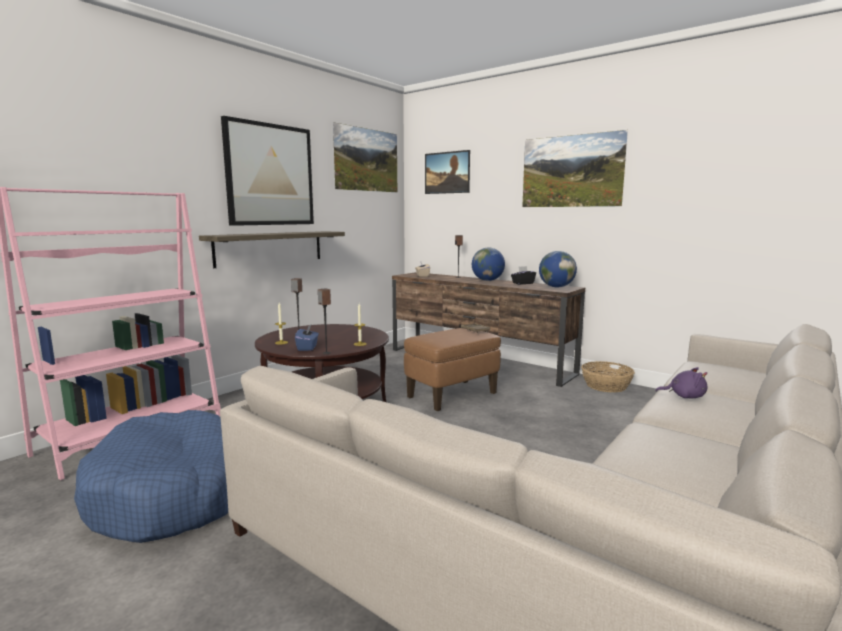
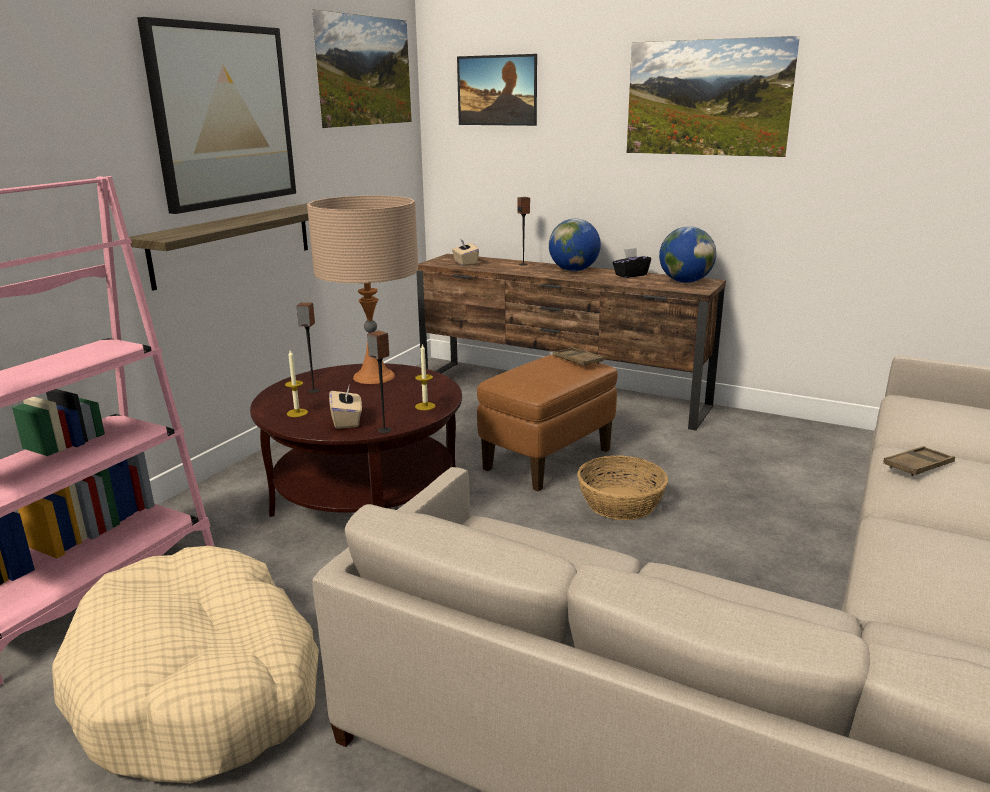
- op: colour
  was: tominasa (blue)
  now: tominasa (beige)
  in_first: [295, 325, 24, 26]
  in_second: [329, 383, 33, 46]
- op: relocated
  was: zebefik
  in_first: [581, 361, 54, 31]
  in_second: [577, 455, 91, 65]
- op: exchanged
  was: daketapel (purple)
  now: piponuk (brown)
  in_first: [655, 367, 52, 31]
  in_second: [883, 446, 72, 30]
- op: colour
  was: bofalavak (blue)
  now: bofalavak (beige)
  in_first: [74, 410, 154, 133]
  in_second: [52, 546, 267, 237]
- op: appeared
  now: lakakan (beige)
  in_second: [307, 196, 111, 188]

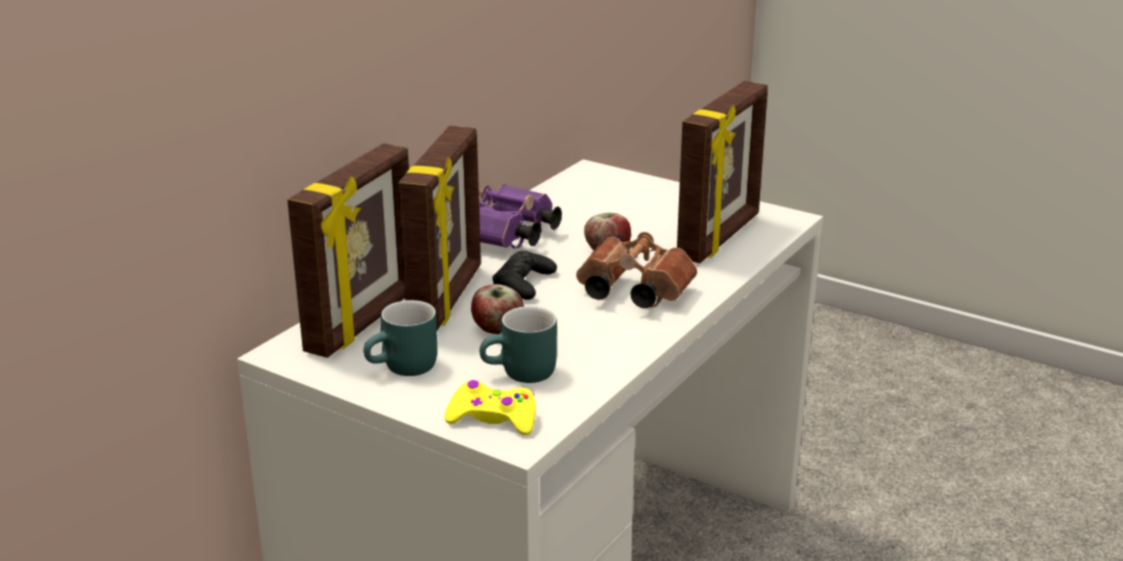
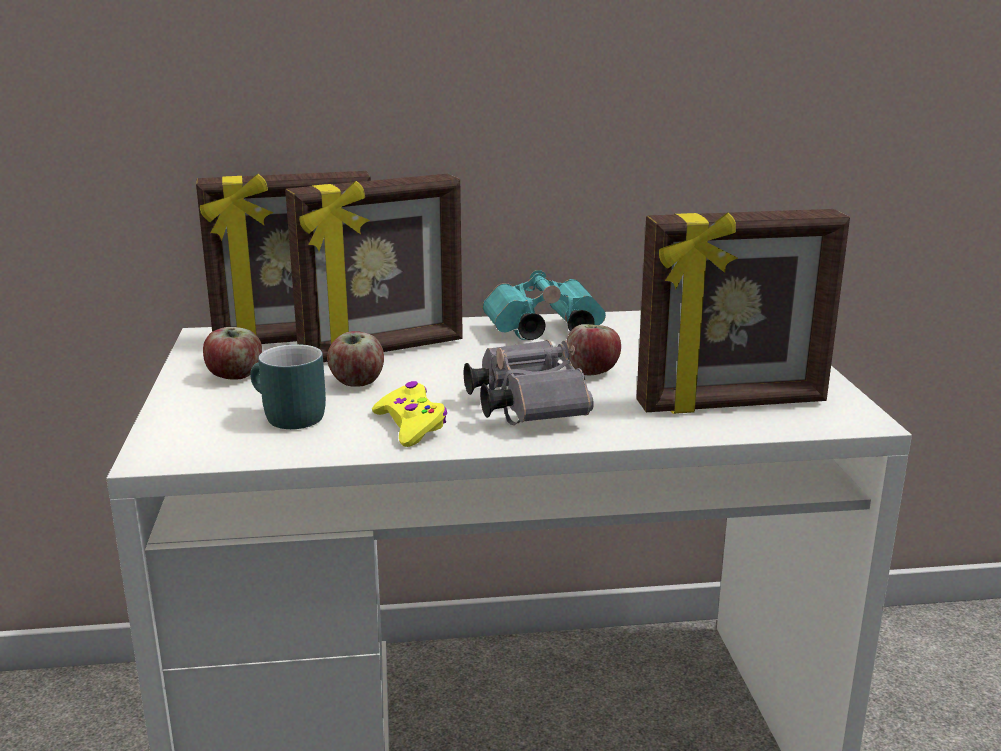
- op: colour
  was: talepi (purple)
  now: talepi (turquoise)
  in_first: [479, 184, 83, 65]
  in_second: [483, 270, 123, 70]
- op: colour
  was: talepi (brown)
  now: talepi (grey)
  in_first: [576, 232, 121, 76]
  in_second: [464, 340, 130, 85]
- op: missing
  was: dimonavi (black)
  in_first: [492, 251, 65, 49]
- op: exchanged
  was: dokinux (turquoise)
  now: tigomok
  in_first: [364, 300, 73, 76]
  in_second: [203, 327, 59, 52]
- op: relocated
  was: dimonavi (yellow)
  in_first: [445, 380, 91, 55]
  in_second: [372, 381, 75, 66]

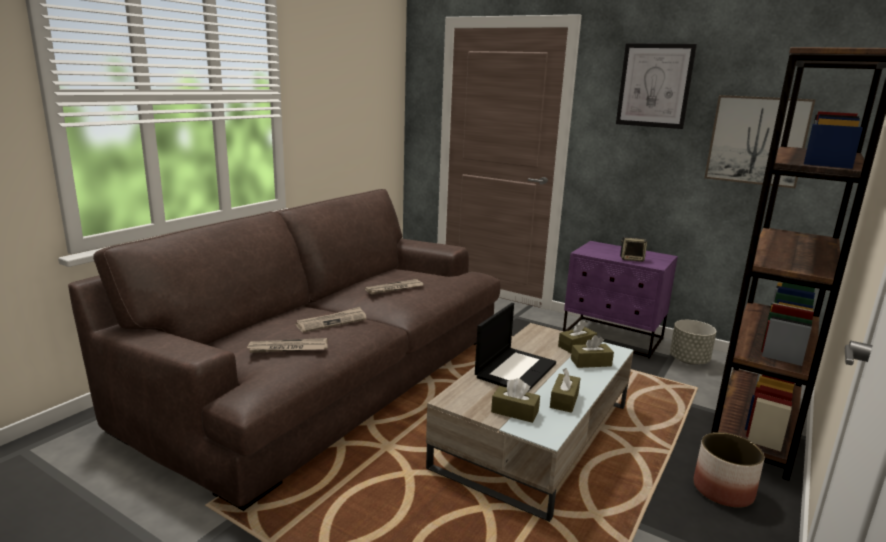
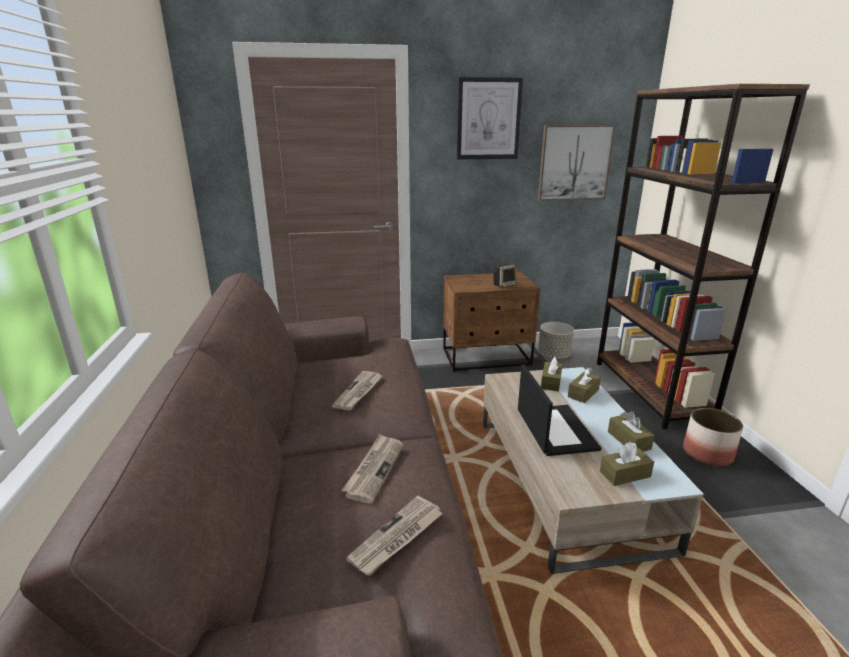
- op: colour
  was: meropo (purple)
  now: meropo (brown)
  in_first: [563, 241, 115, 118]
  in_second: [443, 272, 98, 100]

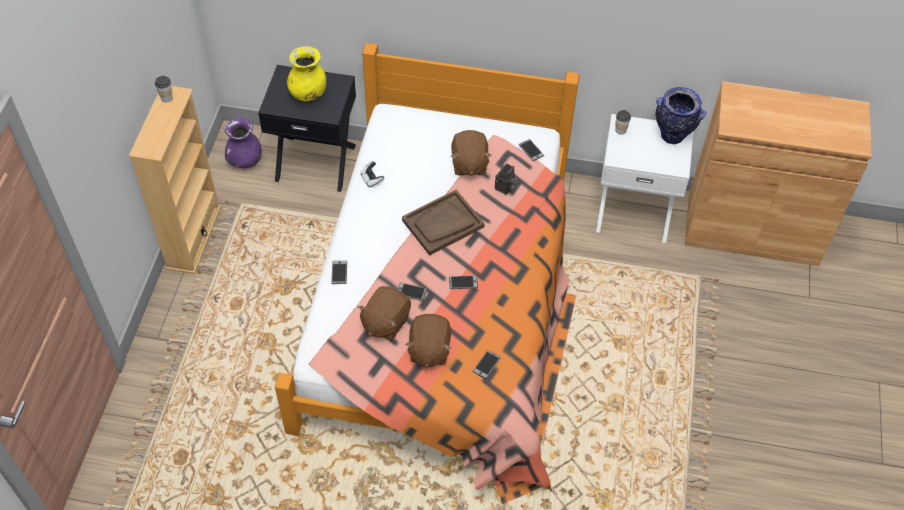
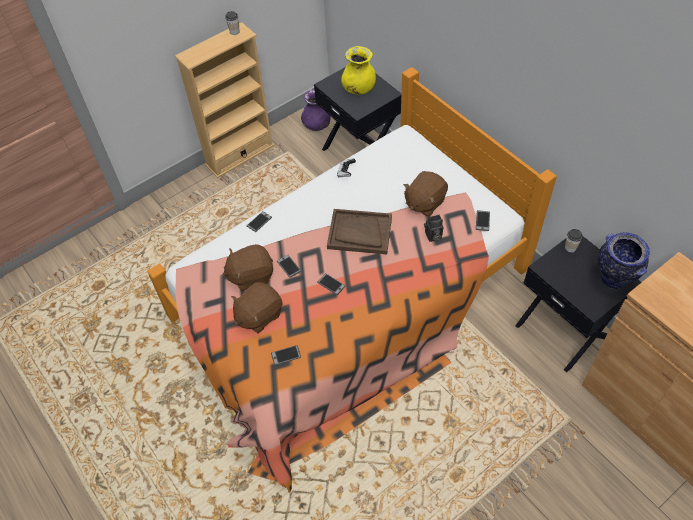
- op: colour
  was: meropo (white)
  now: meropo (black)
  in_first: [596, 114, 97, 129]
  in_second: [515, 236, 126, 137]

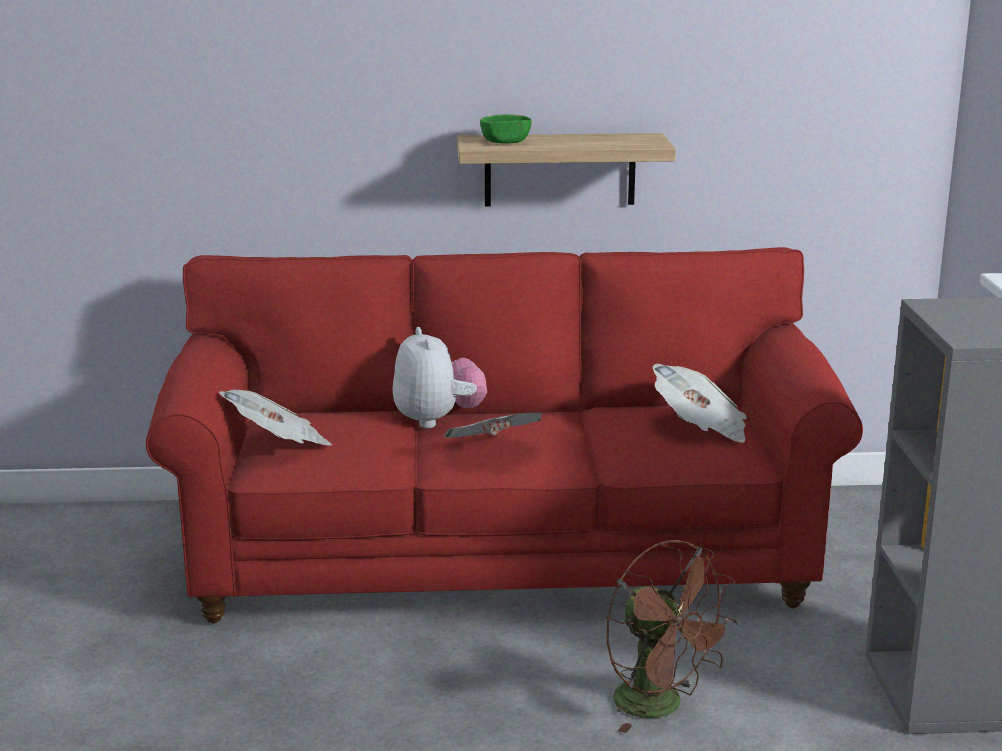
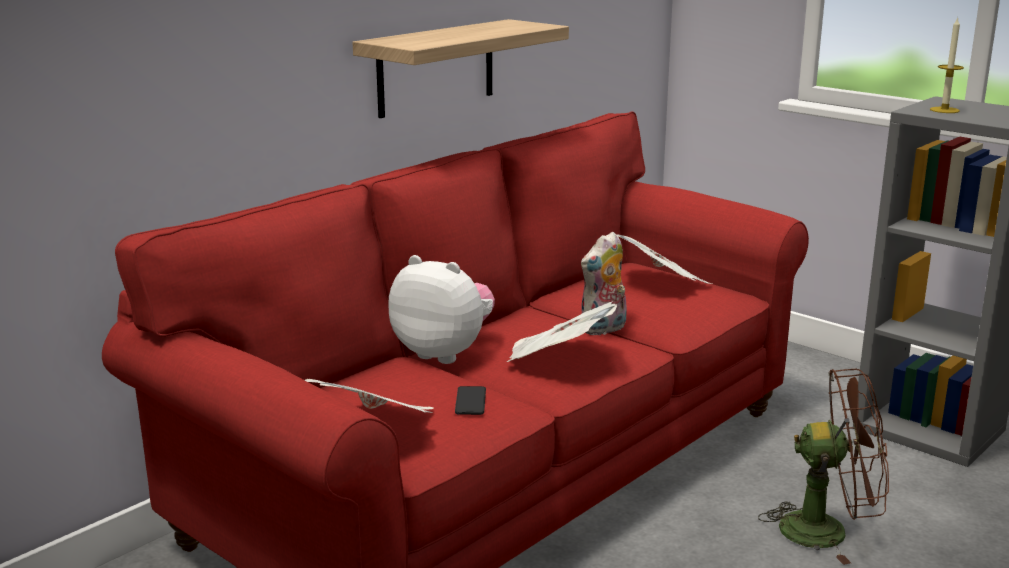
- op: missing
  was: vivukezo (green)
  in_first: [480, 114, 52, 29]
- op: appeared
  now: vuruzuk
  in_second: [930, 17, 34, 96]
- op: appeared
  now: daketapel
  in_second: [581, 232, 46, 104]
- op: appeared
  now: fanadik
  in_second: [455, 386, 31, 29]

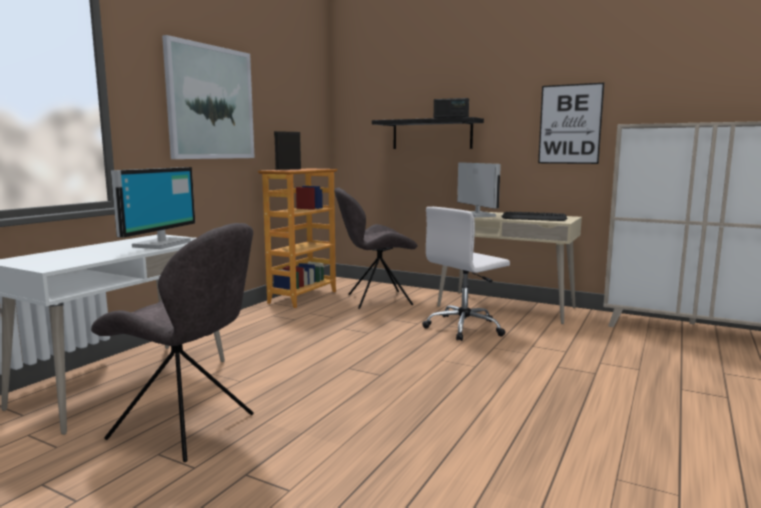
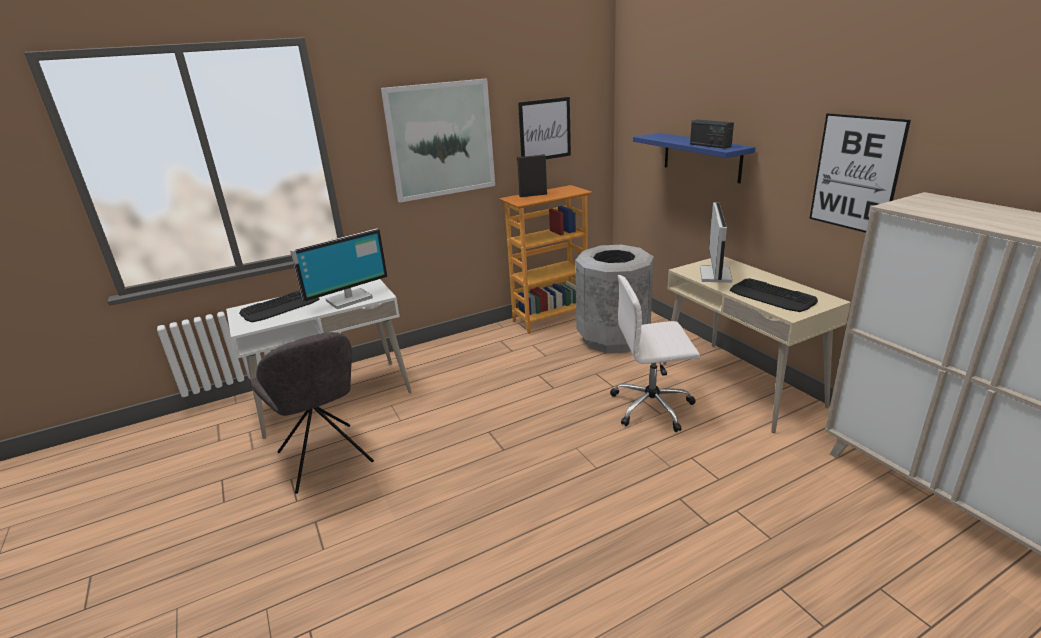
- op: colour
  was: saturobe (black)
  now: saturobe (blue)
  in_first: [372, 117, 112, 32]
  in_second: [633, 133, 123, 50]
- op: exchanged
  was: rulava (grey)
  now: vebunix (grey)
  in_first: [334, 188, 83, 121]
  in_second: [575, 245, 79, 108]
- op: appeared
  now: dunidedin
  in_second: [518, 97, 53, 62]
- op: appeared
  now: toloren
  in_second: [239, 290, 81, 32]

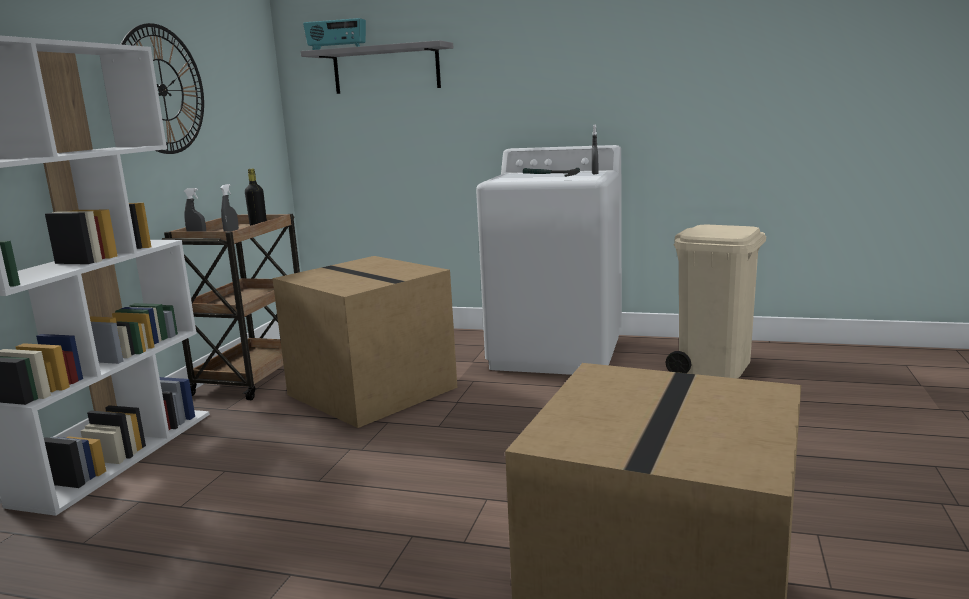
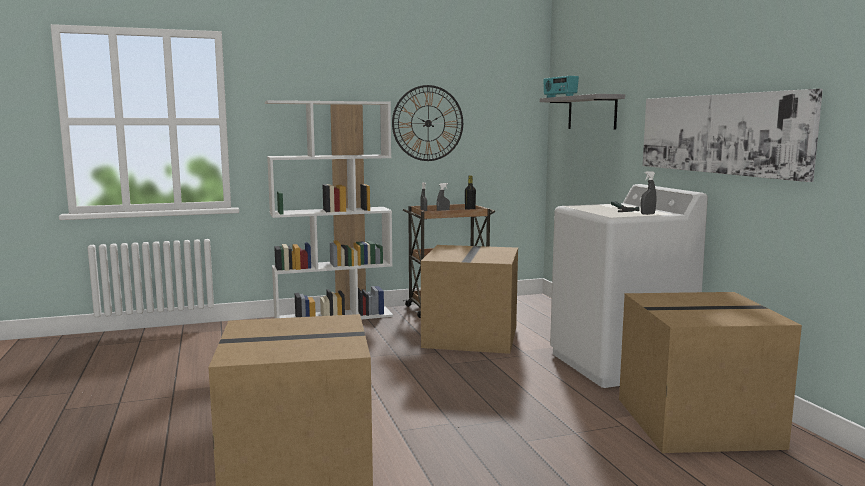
- op: exchanged
  was: vebunix (beige)
  now: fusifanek
  in_first: [665, 225, 101, 153]
  in_second: [619, 292, 183, 161]
- op: appeared
  now: dunidedin
  in_second: [643, 89, 180, 93]

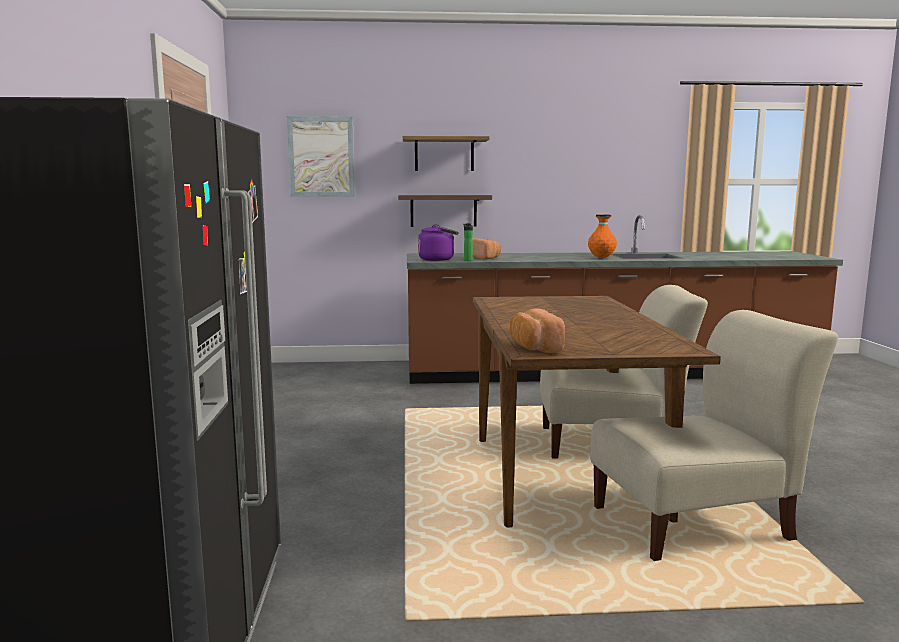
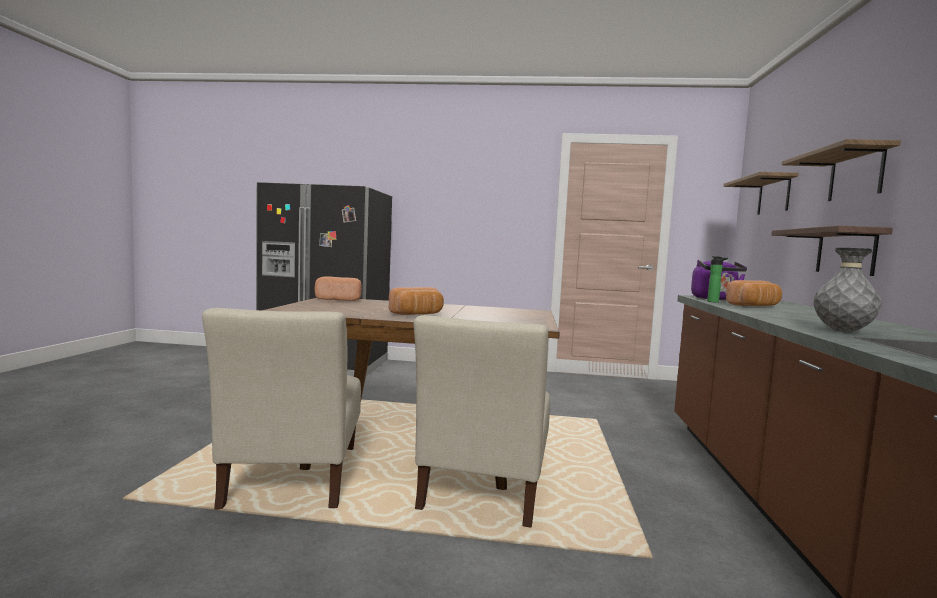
- op: exchanged
  was: dunidedin
  now: saturobe
  in_first: [287, 116, 68, 81]
  in_second: [723, 172, 76, 43]
- op: colour
  was: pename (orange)
  now: pename (grey)
  in_first: [588, 214, 29, 44]
  in_second: [814, 248, 68, 84]
- op: appeared
  now: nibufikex
  in_second: [389, 287, 55, 28]

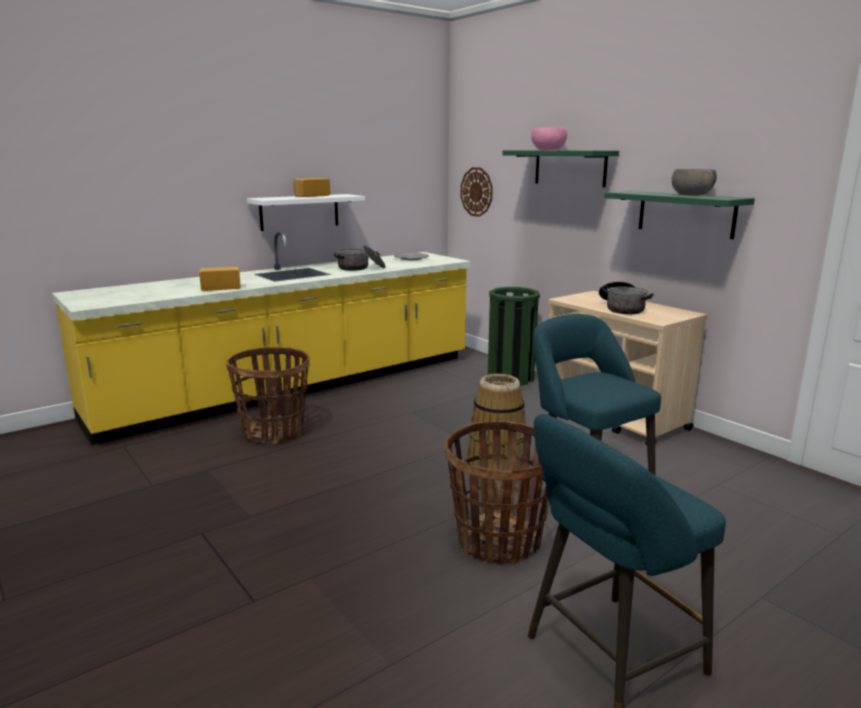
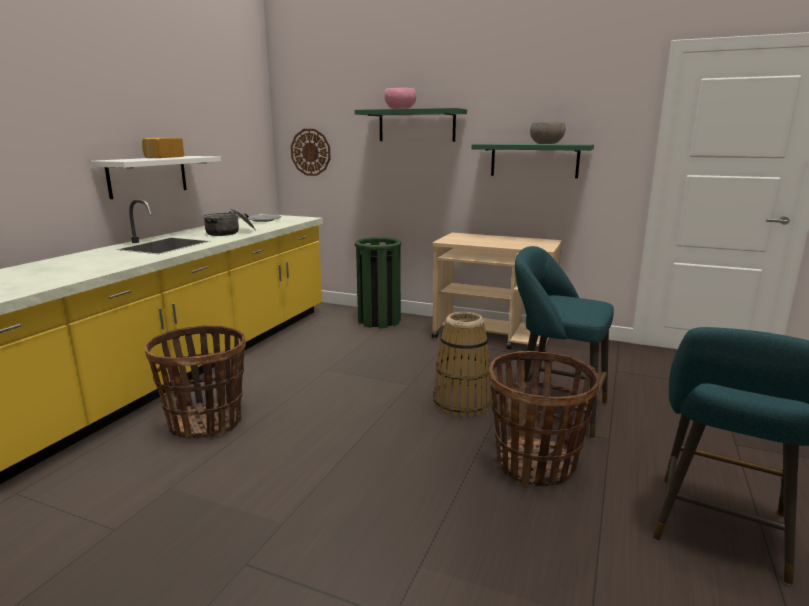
- op: missing
  was: nibufikex
  in_first: [199, 267, 42, 24]
- op: missing
  was: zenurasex
  in_first: [599, 281, 55, 33]

